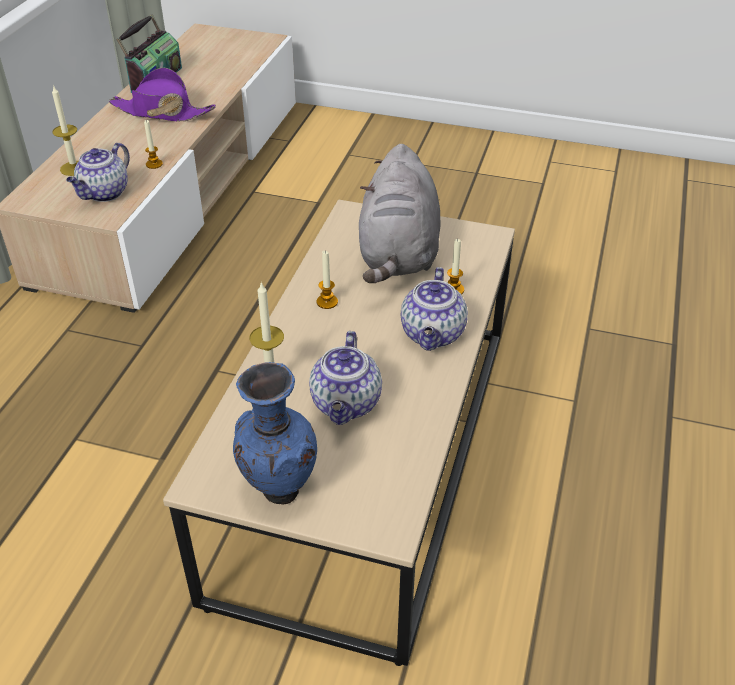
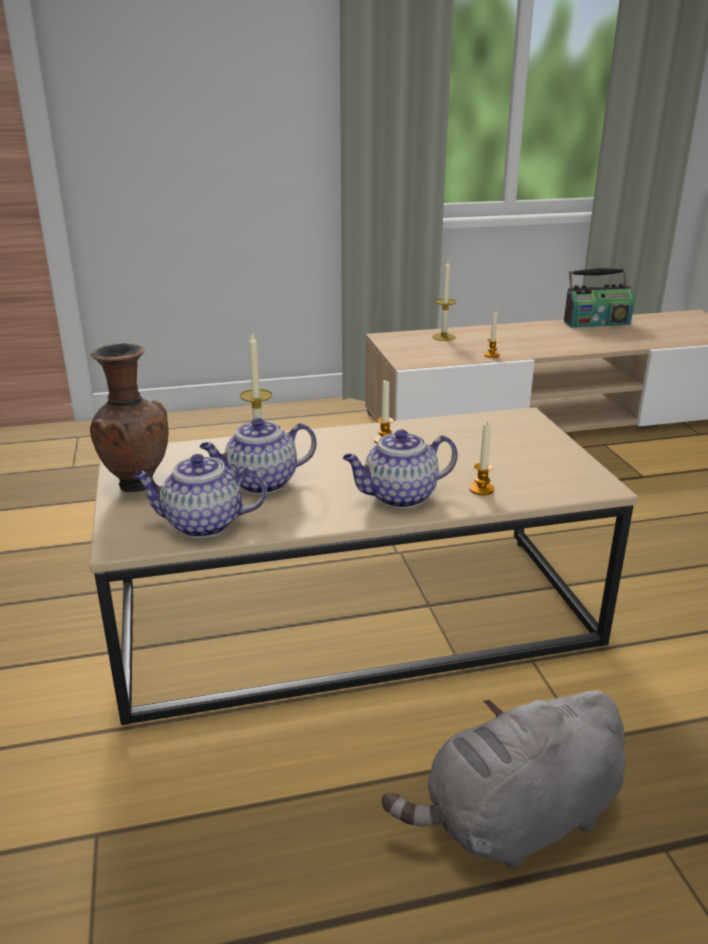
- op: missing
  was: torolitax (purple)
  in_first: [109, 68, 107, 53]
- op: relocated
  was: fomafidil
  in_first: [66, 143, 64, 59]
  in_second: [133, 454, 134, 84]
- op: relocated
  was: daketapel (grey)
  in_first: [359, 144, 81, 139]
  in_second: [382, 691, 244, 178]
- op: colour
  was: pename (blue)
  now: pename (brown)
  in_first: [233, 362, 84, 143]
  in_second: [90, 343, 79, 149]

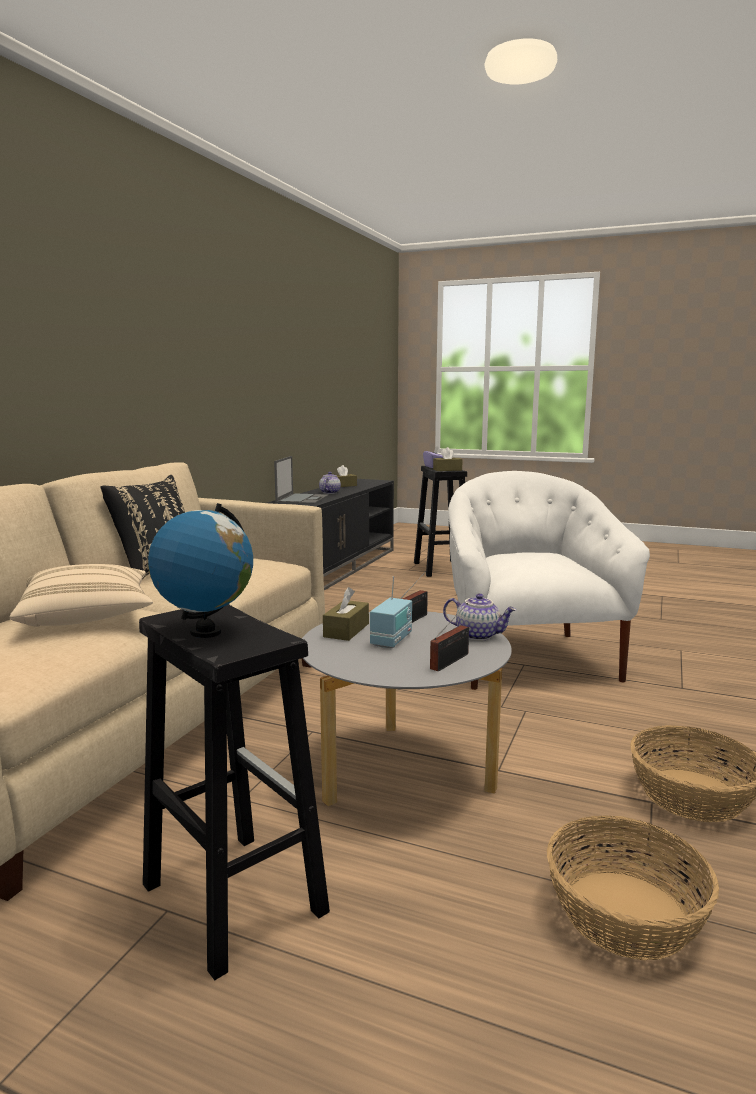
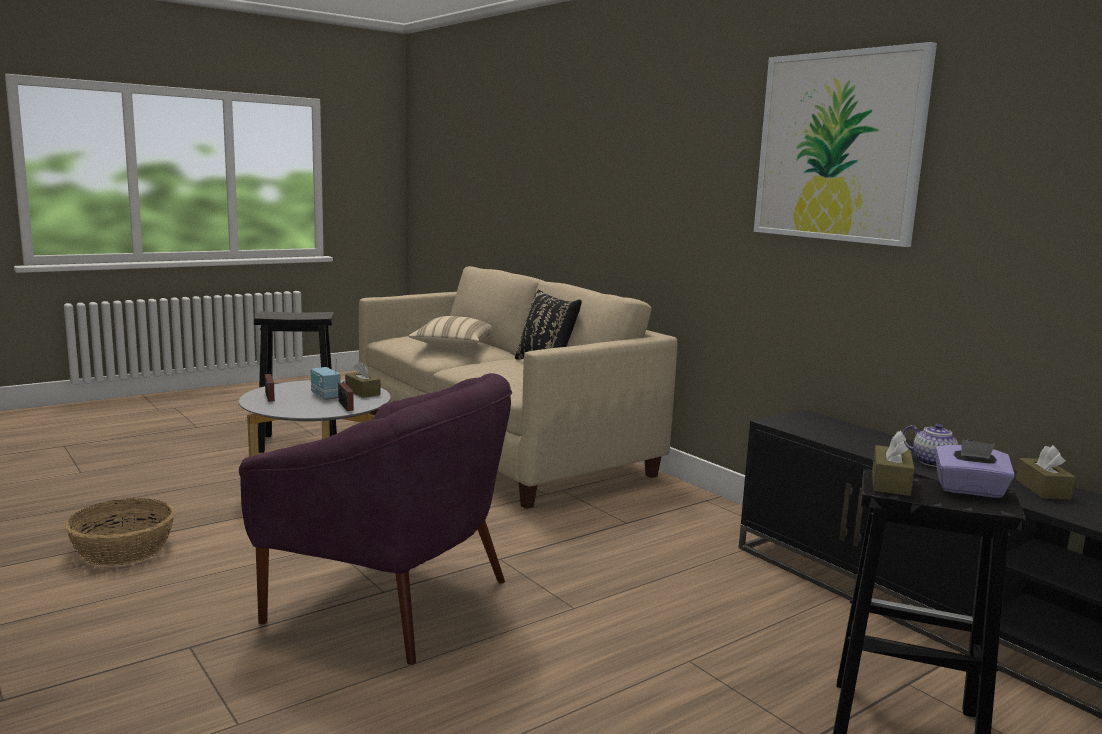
- op: missing
  was: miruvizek
  in_first: [274, 456, 54, 49]
- op: colour
  was: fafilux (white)
  now: fafilux (purple)
  in_first: [448, 471, 202, 219]
  in_second: [239, 373, 273, 292]
- op: missing
  was: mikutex
  in_first: [148, 503, 105, 135]
- op: missing
  was: fomafidil
  in_first: [443, 593, 73, 48]
- op: missing
  was: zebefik
  in_first: [547, 815, 172, 145]
- op: appeared
  now: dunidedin
  in_second: [754, 42, 183, 205]

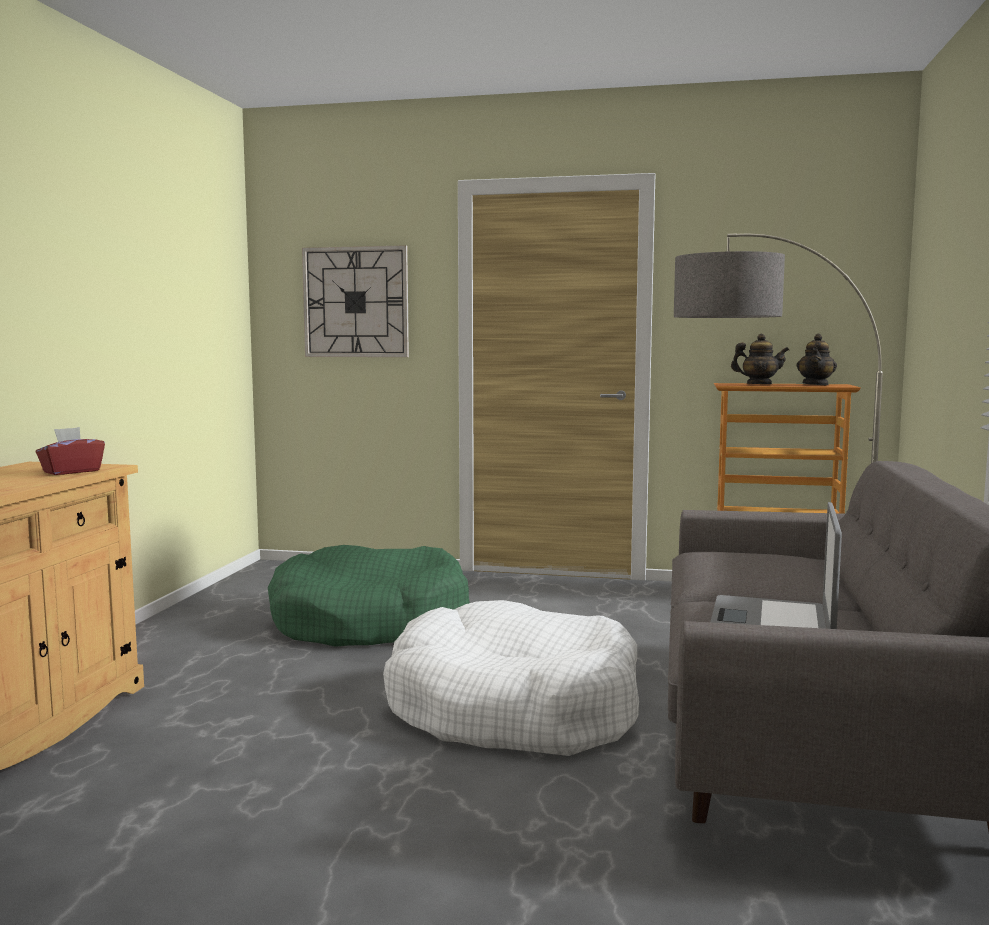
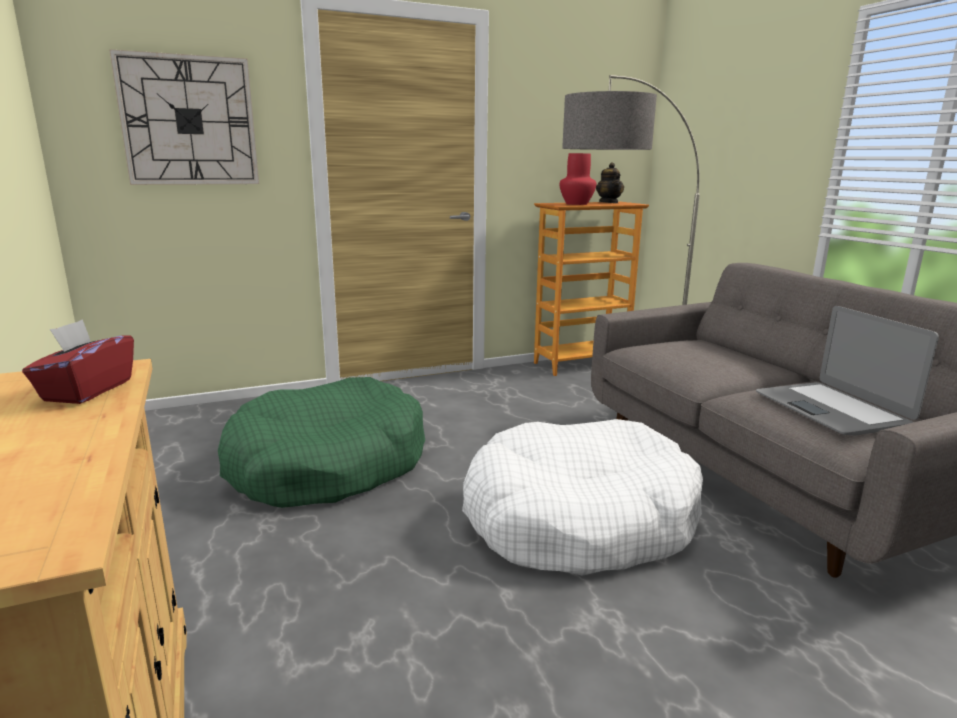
- op: exchanged
  was: fomafidil
  now: pename (red)
  in_first: [731, 334, 58, 50]
  in_second: [559, 153, 37, 52]

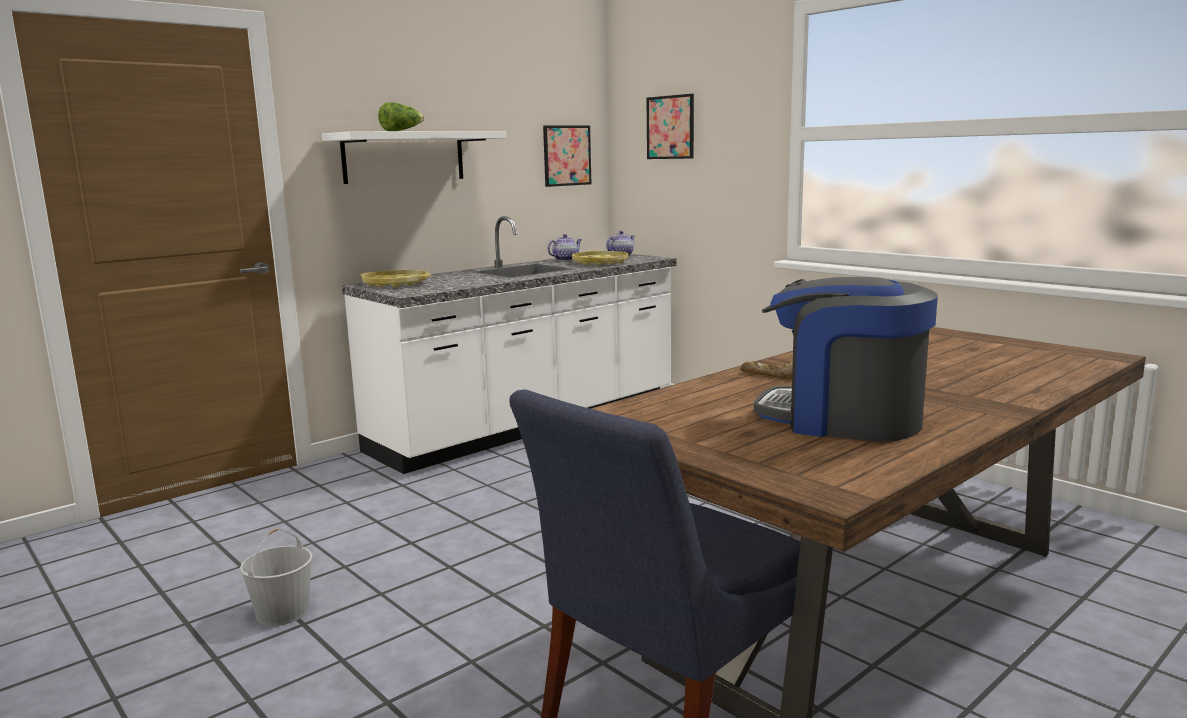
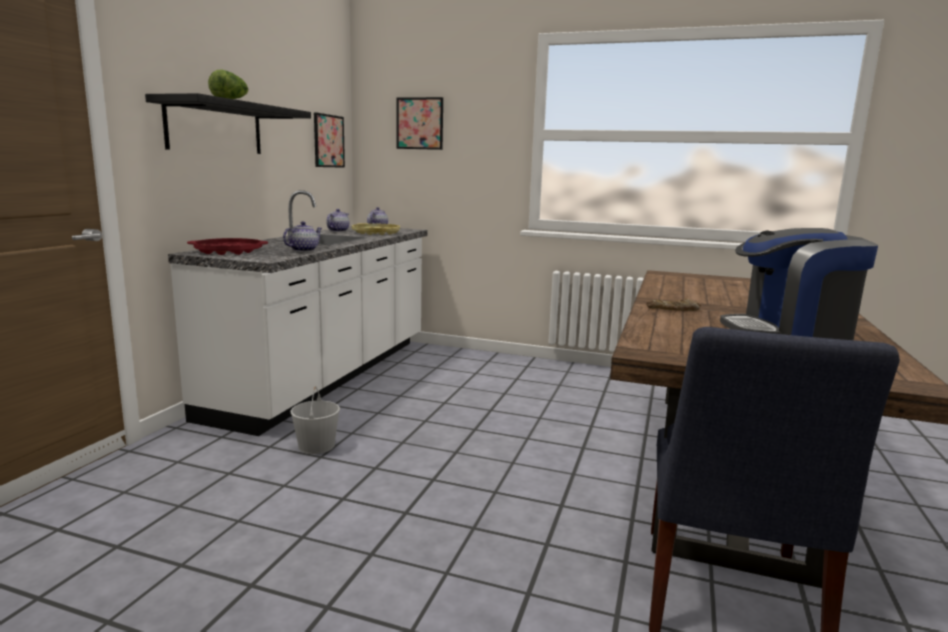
- op: colour
  was: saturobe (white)
  now: saturobe (black)
  in_first: [322, 131, 184, 53]
  in_second: [145, 93, 166, 61]
- op: colour
  was: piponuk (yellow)
  now: piponuk (red)
  in_first: [360, 270, 71, 18]
  in_second: [187, 238, 81, 17]
- op: relocated
  was: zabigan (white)
  in_first: [240, 528, 73, 98]
  in_second: [291, 386, 49, 68]
- op: appeared
  now: fomafidil
  in_second: [283, 222, 39, 30]

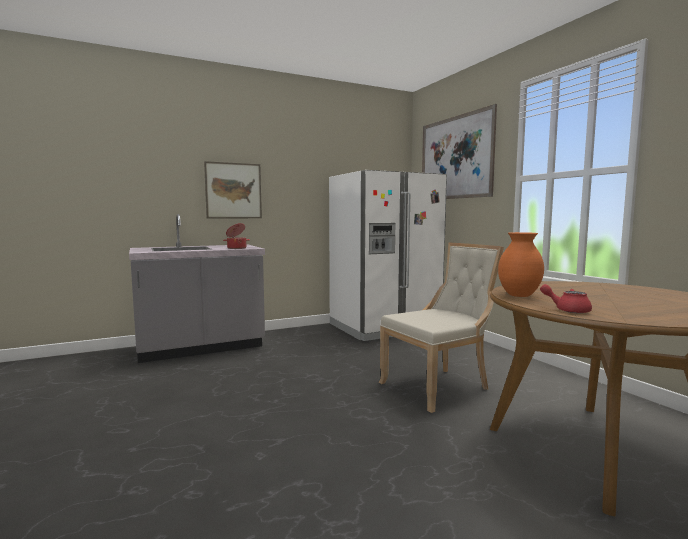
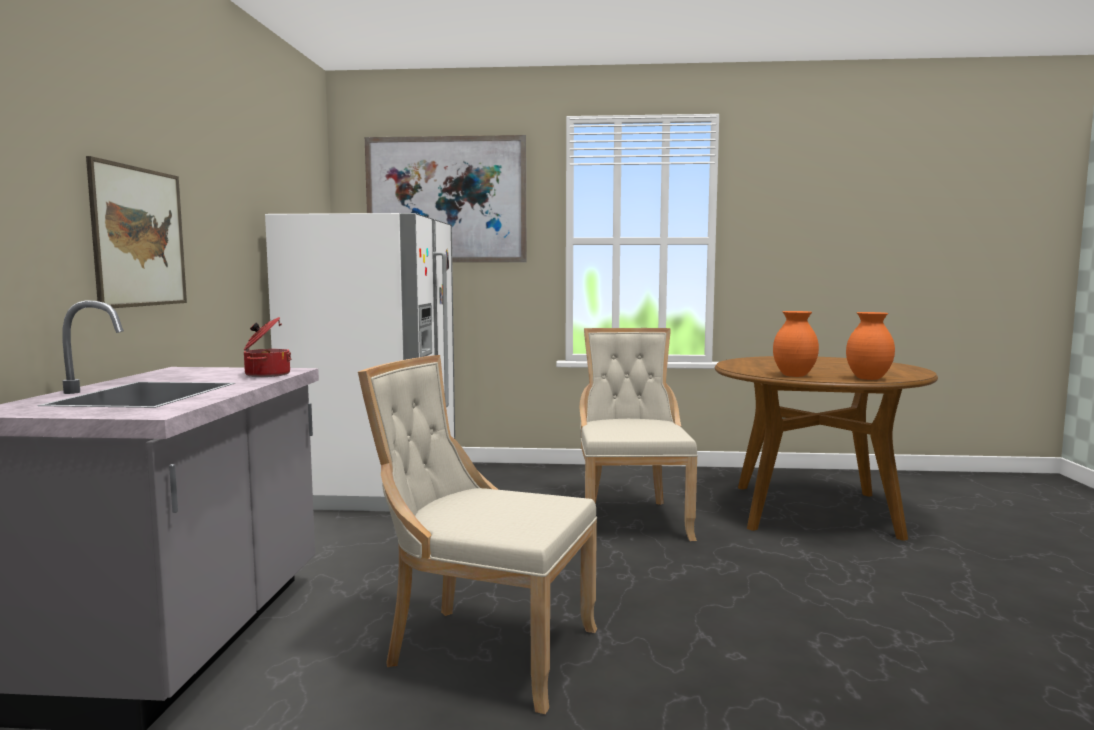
- op: exchanged
  was: fomafidil (red)
  now: pename (orange)
  in_first: [540, 284, 52, 29]
  in_second: [846, 312, 49, 68]
- op: appeared
  now: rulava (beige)
  in_second: [358, 355, 239, 359]

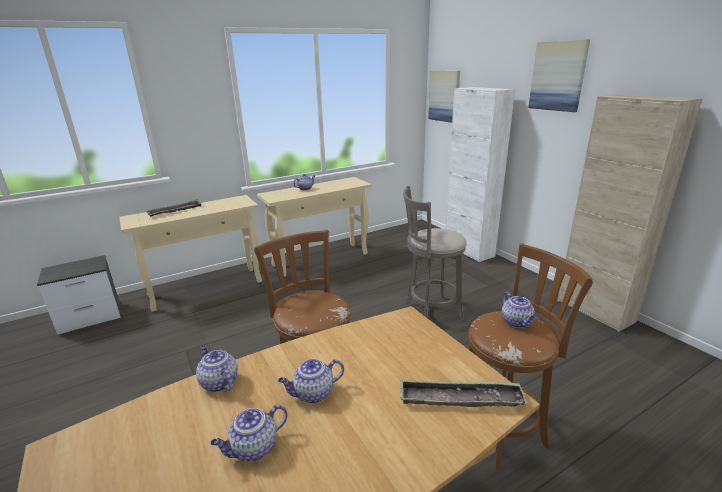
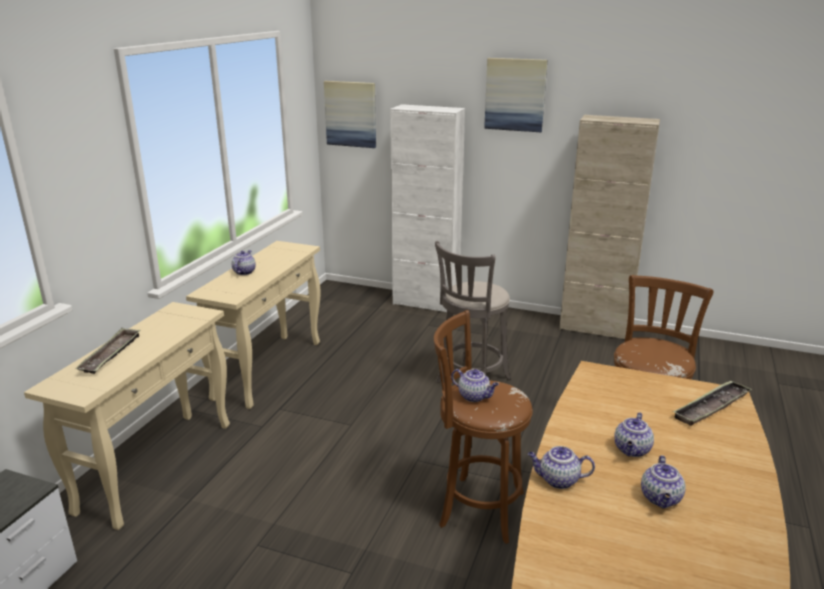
- op: relocated
  was: fomafidil
  in_first: [502, 292, 35, 36]
  in_second: [451, 369, 48, 33]

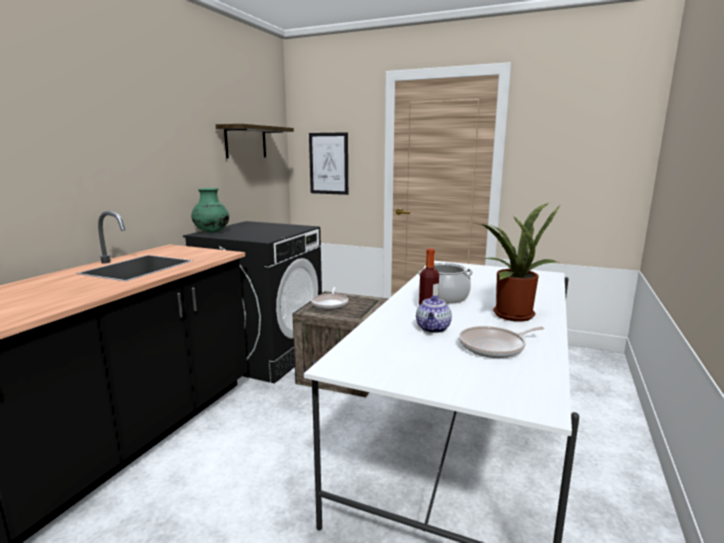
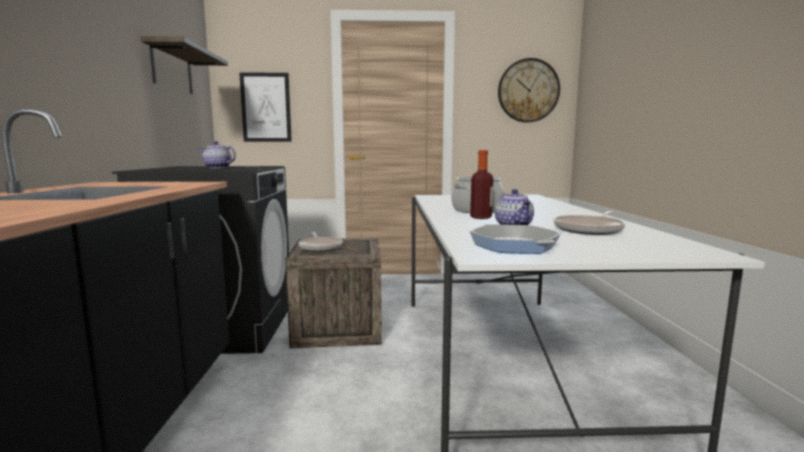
- op: missing
  was: pename (green)
  in_first: [191, 188, 38, 45]
- op: missing
  was: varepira
  in_first: [480, 203, 81, 119]
- op: appeared
  now: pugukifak
  in_second: [498, 58, 62, 65]
- op: appeared
  now: fomafidil
  in_second: [198, 141, 38, 27]
- op: appeared
  now: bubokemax
  in_second: [469, 224, 92, 30]

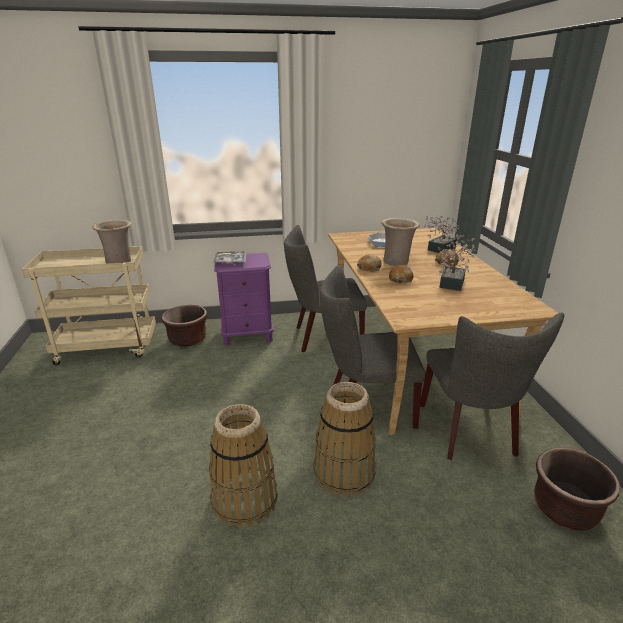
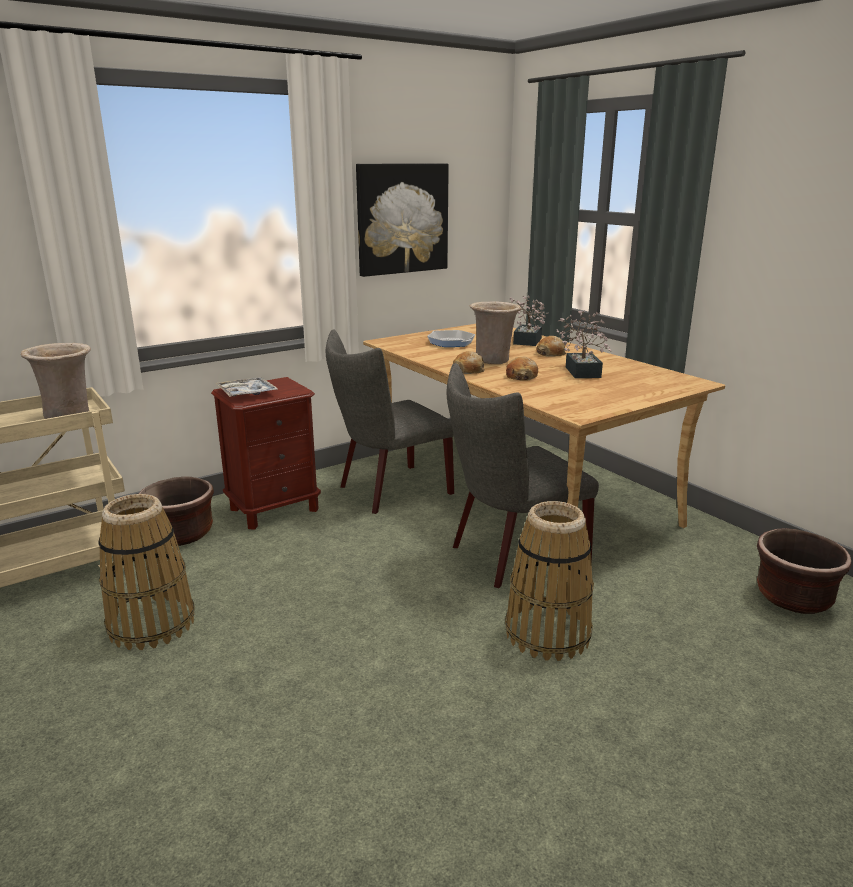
- op: colour
  was: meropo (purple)
  now: meropo (brown)
  in_first: [214, 253, 60, 93]
  in_second: [211, 377, 110, 153]
- op: missing
  was: rulava (grey)
  in_first: [420, 312, 144, 148]
- op: relocated
  was: zebefik
  in_first: [209, 404, 69, 124]
  in_second: [98, 494, 97, 156]
- op: appeared
  now: dunidedin
  in_second: [356, 164, 93, 113]

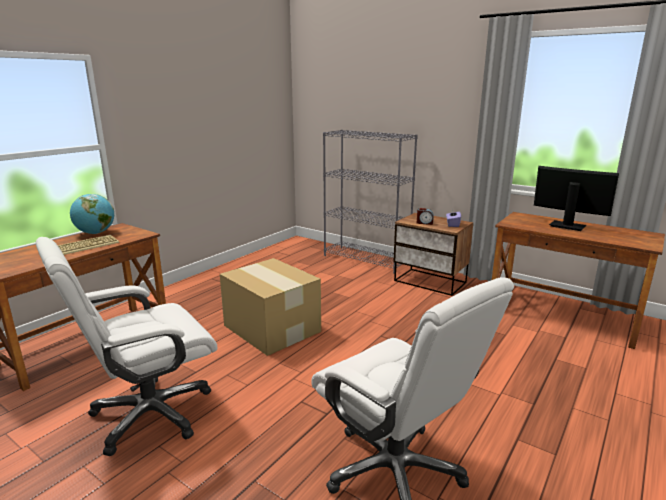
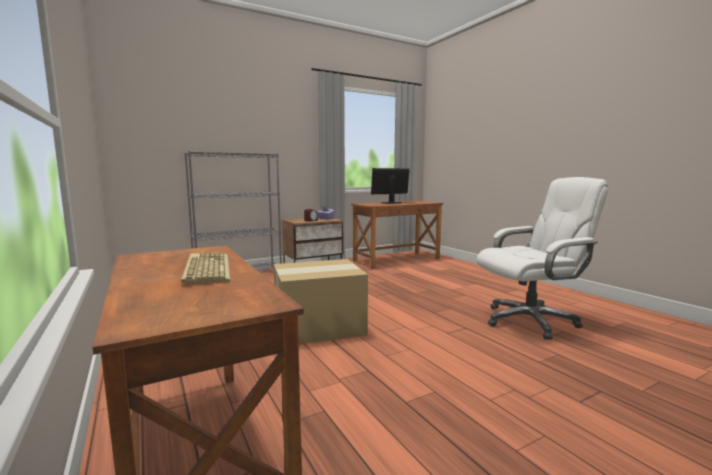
- op: missing
  was: mikutex
  in_first: [70, 194, 44, 40]
- op: missing
  was: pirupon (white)
  in_first: [36, 237, 182, 219]

